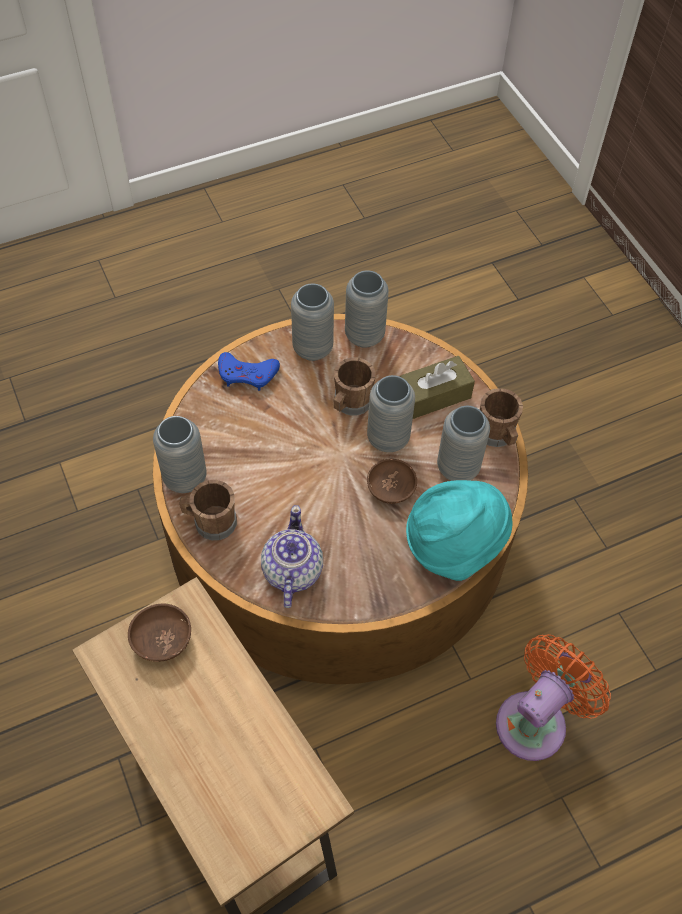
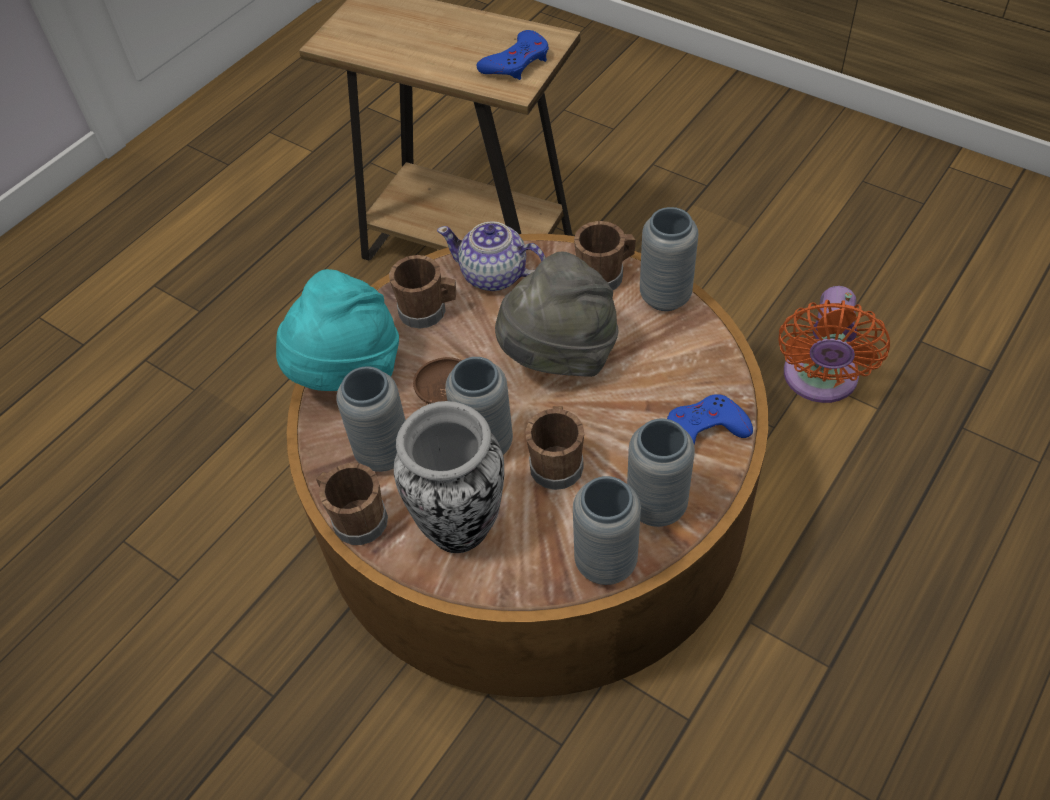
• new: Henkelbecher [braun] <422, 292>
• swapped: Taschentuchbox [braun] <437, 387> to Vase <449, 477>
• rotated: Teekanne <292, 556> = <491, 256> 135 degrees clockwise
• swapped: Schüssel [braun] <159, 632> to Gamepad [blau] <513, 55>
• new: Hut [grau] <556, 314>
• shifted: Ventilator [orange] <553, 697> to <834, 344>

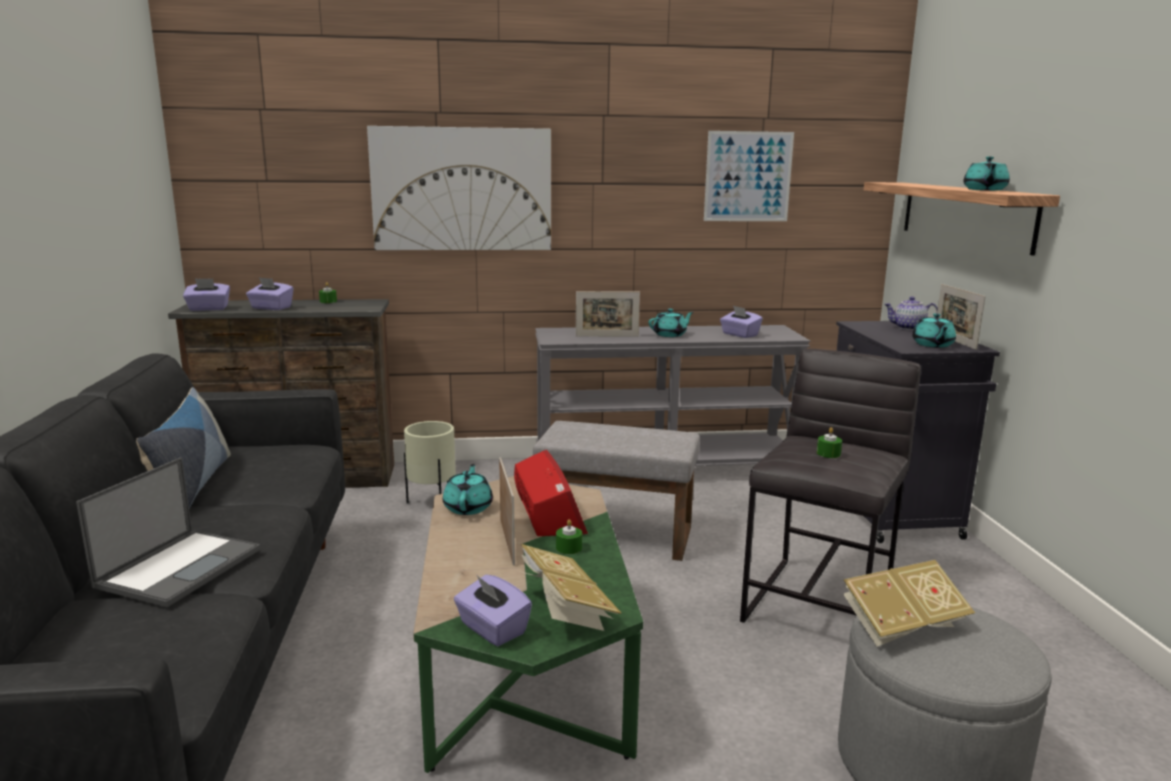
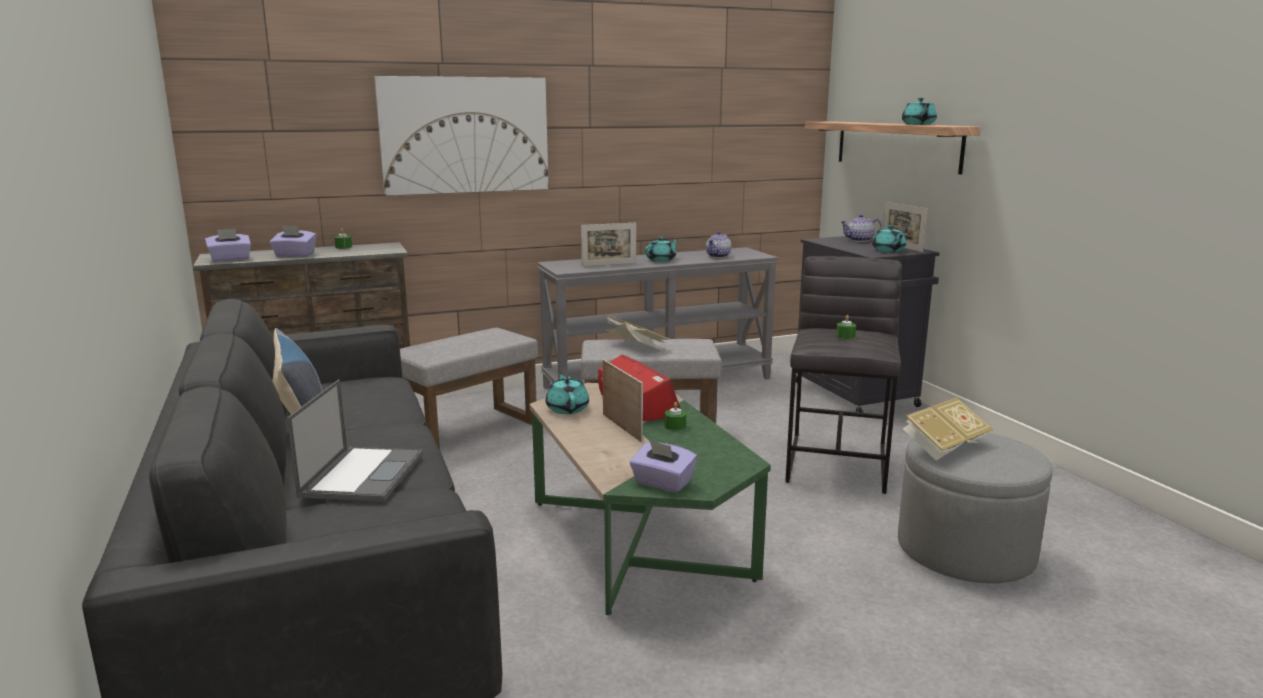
• swapped: Pflanzkübel [beige] <430, 462> to Polsterhocker [grau] <469, 389>
• shifted: Buch <571, 587> to <637, 333>
• swapped: Taschentuchbox [lila] <741, 322> to Teekanne <718, 244>
• gone: Bild <749, 176>

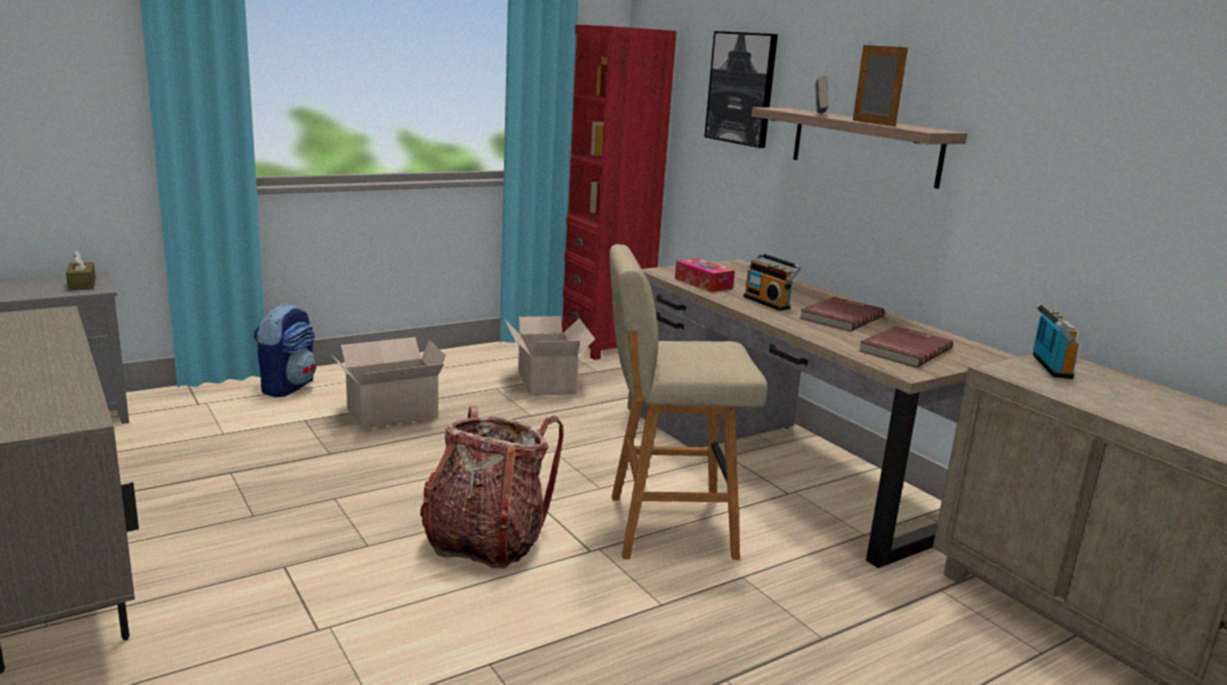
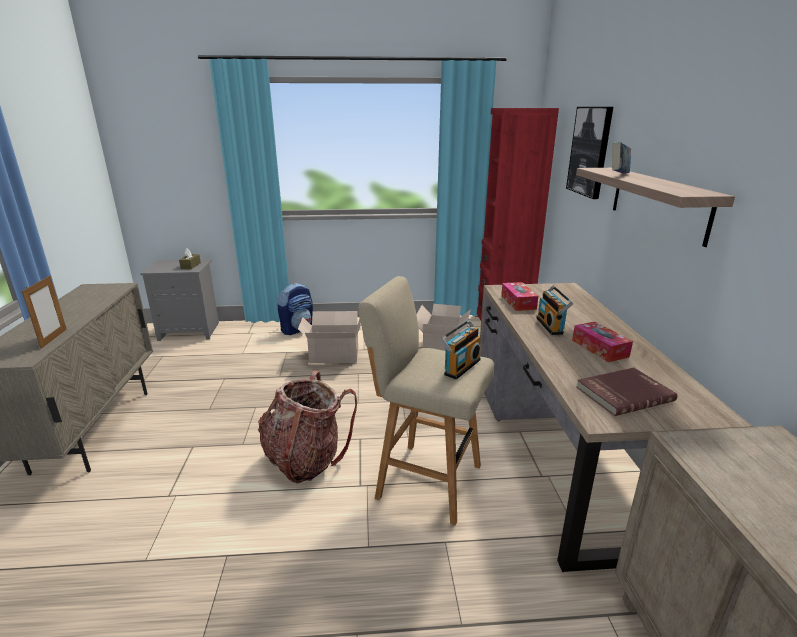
• shifted: Bilderrahmen <880, 85> to <44, 312>
• shifted: Radio <1056, 341> to <460, 349>
• swapped: Buch [rot] <842, 314> to Taschentuchbox <602, 342>

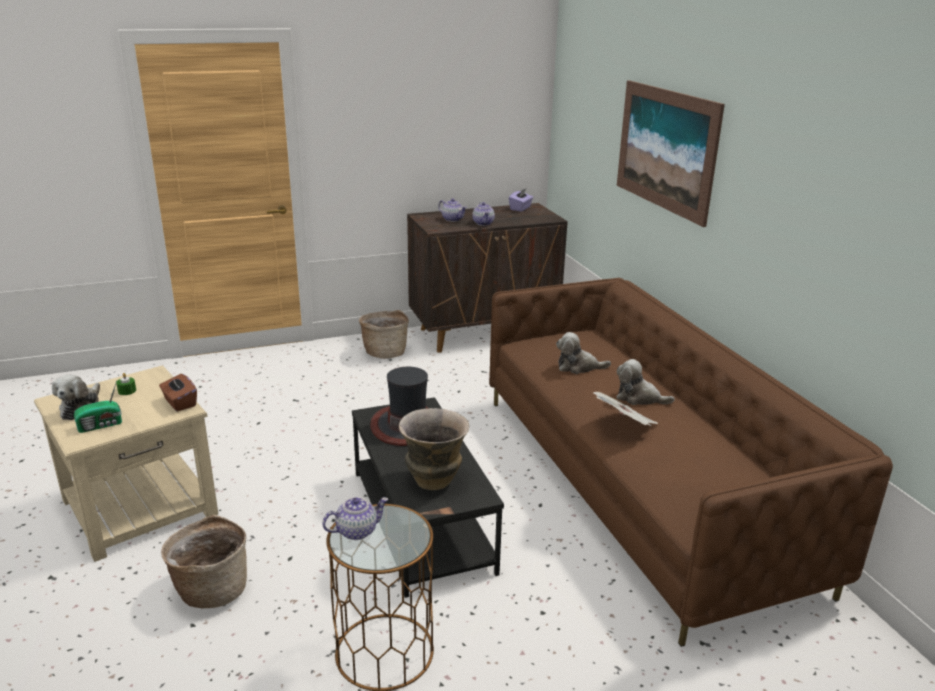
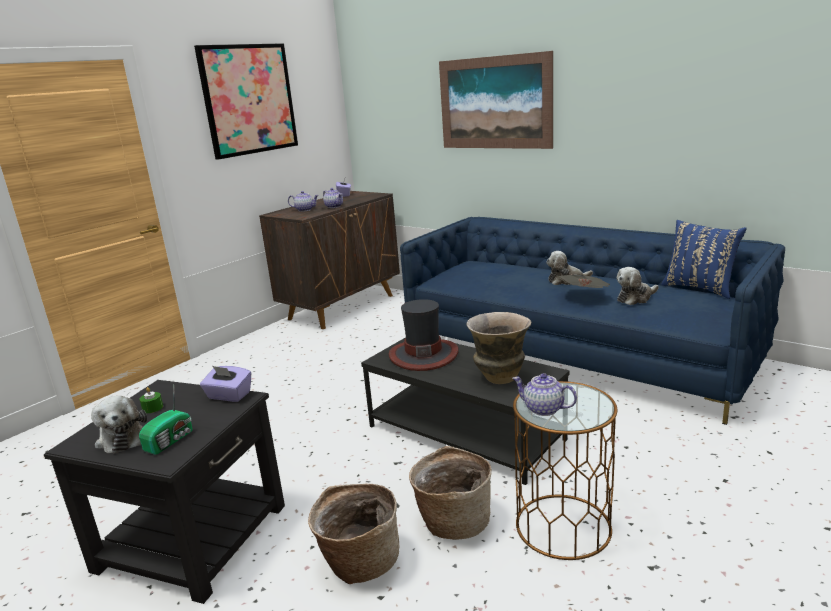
• repainted: Beistelltisch [beige] <126, 464> to Beistelltisch [schwarz] <164, 492>
• new: Bild <246, 101>
• repainted: Taschentuchbox [braun] <178, 392> to Taschentuchbox [lila] <225, 384>
• repainted: Sofa [braun] <691, 462> to Sofa [blau] <592, 321>
• shifted: Korb <384, 334> to <450, 493>
• rotated: Teekanne <355, 518> = <545, 394> 90 degrees counterclockwise
• shifted: Plüschtier <583, 353> to <637, 286>
• new: Kissen [blau] <704, 259>

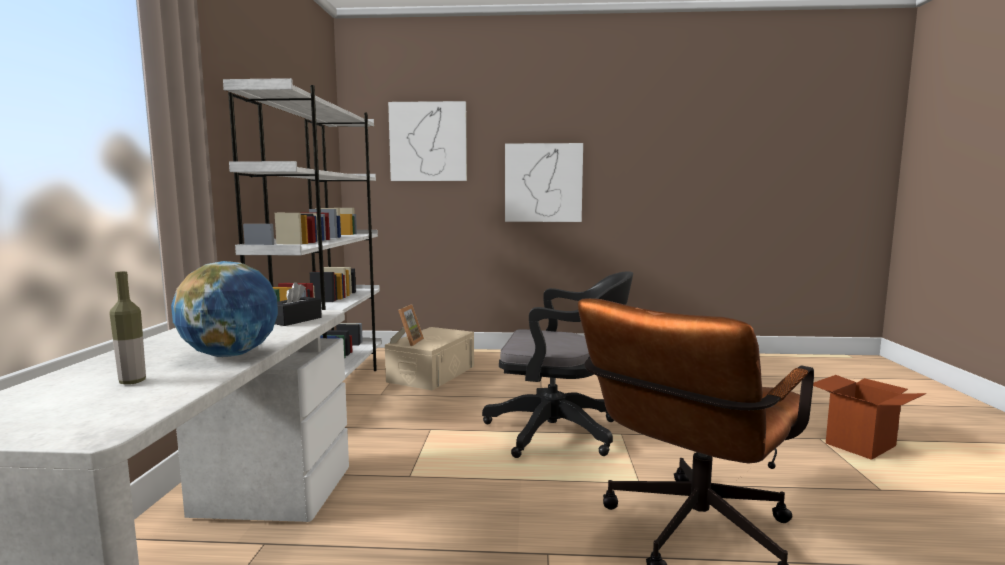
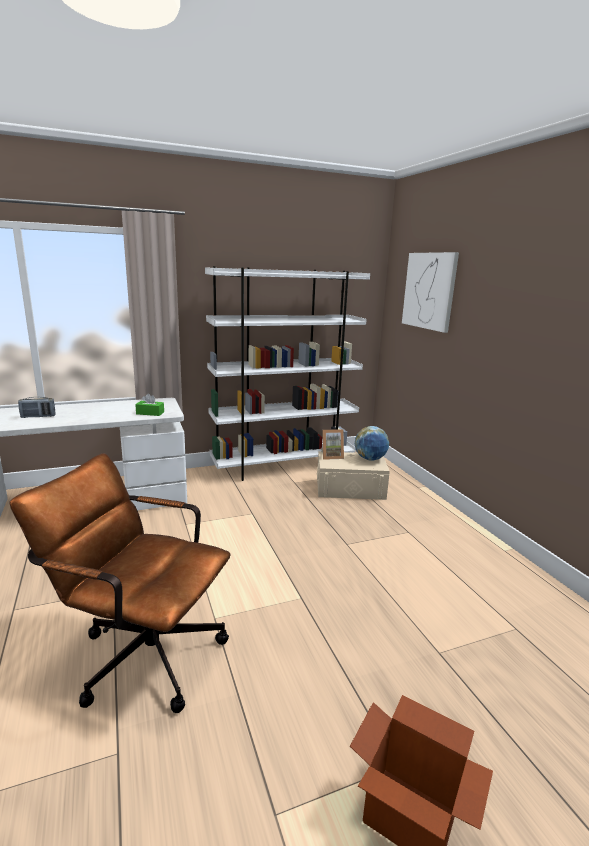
• swapped: Flasche <127, 328> to Radio <37, 407>
• repainted: Taschentuchbox [schwarz] <298, 304> to Taschentuchbox [grün] <149, 404>
• shifted: Globus <224, 309> to <372, 443>
• gone: Bürostuhl [schwarz] <557, 365>
• gone: Bild <544, 182>

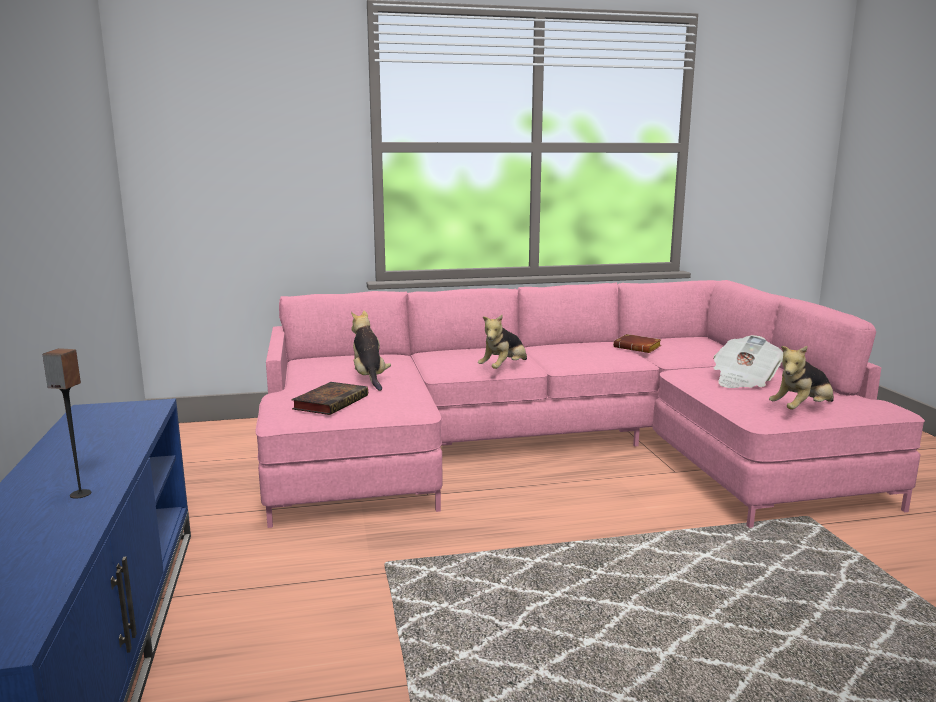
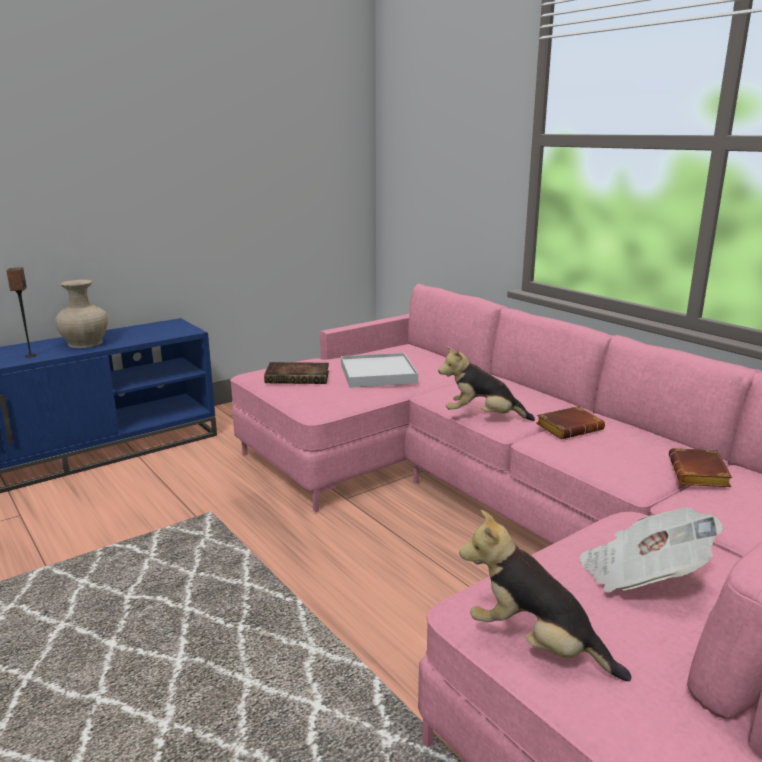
• new: Vase [beige] <81, 313>
• swapped: Plüschtier <371, 350> to Tablett [weiß] <379, 370>
• new: Buch [braun] <570, 422>

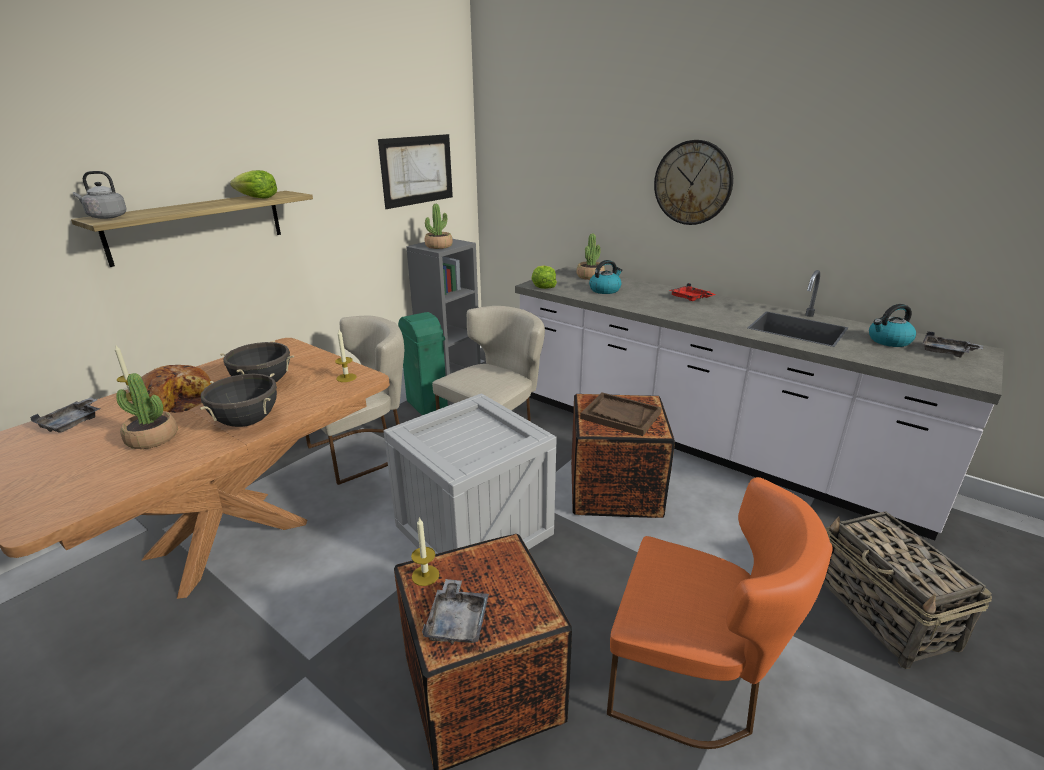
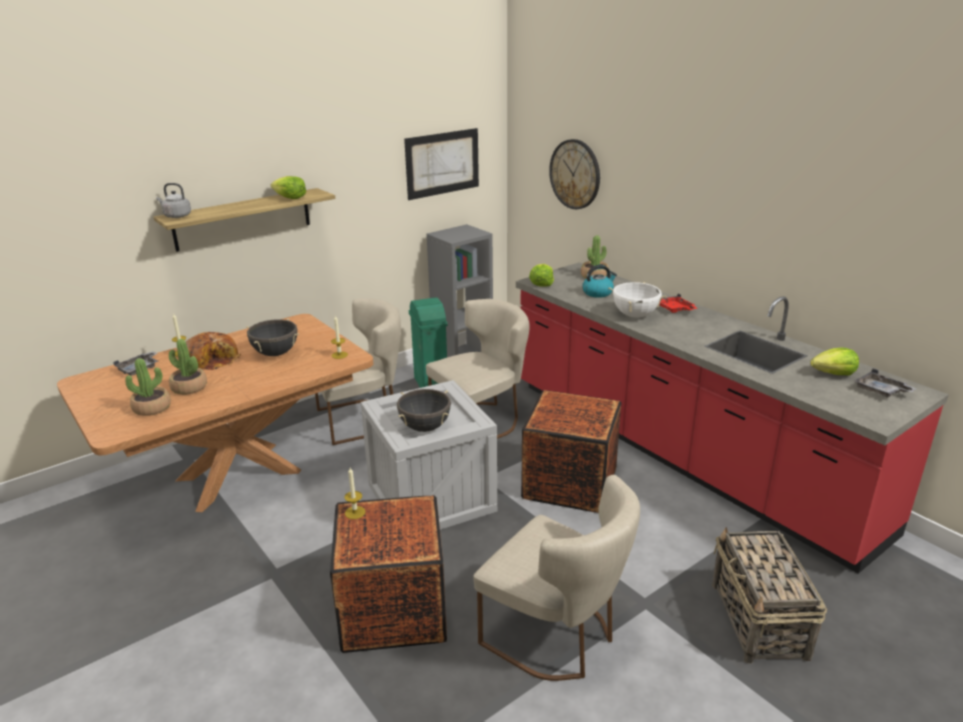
• shifted: Topfpflanze <439, 226> to <148, 387>
• shifted: Kochtopf [schwarz] <238, 400> to <424, 410>
• repainted: Stuhl [orange] <719, 613> to Stuhl [beige] <556, 578>
• repainted: Küchenzeile [weiß] <759, 403> to Küchenzeile [rot] <732, 418>
• shifted: Wanduhr <693, 182> to <574, 174>
• new: Kochtopf [weiß] <637, 300>
• swapped: Wasserkessel <892, 325> to Salatkopf <834, 362>
• gone: Tablett [grau] <455, 611>
• gone: Tablett [braun] <621, 414>

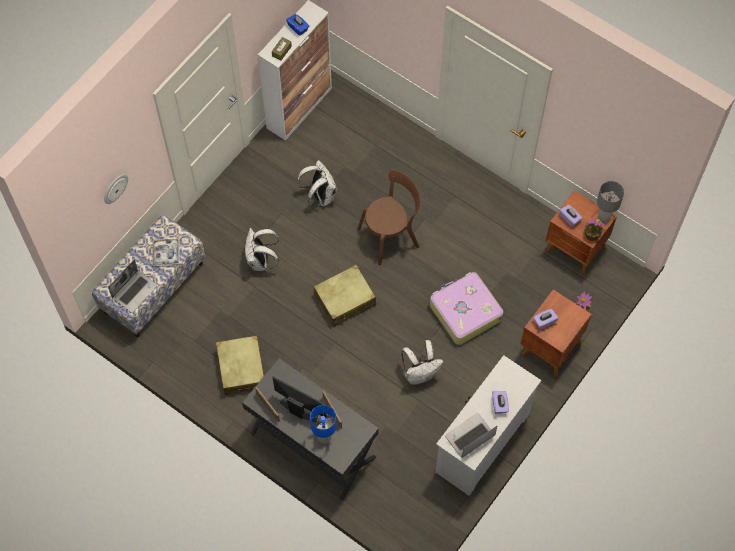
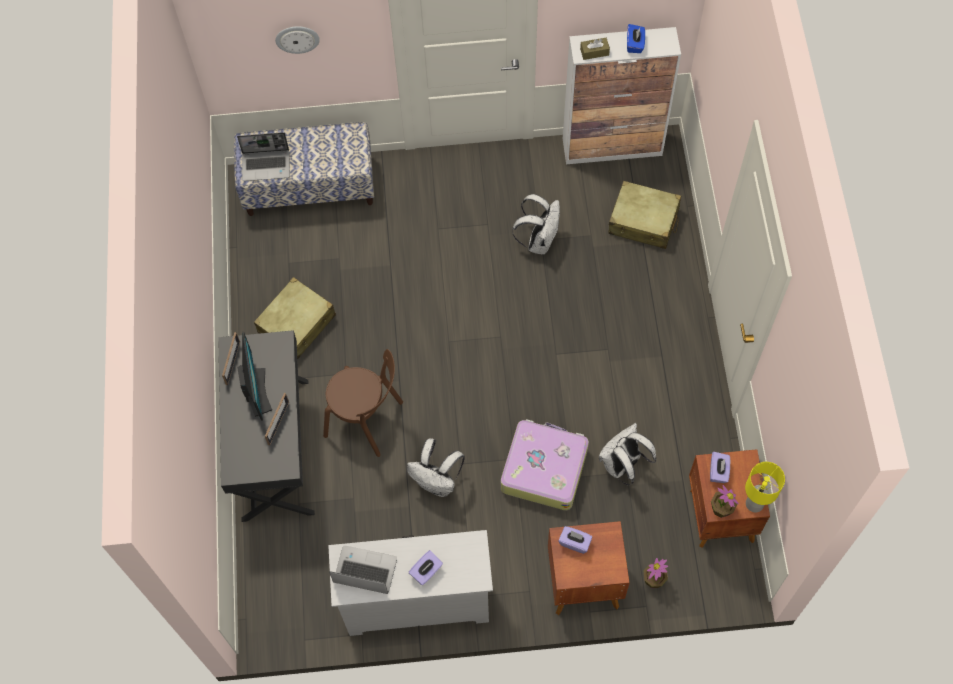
• shifted: Stuhl [braun] <389, 217> to <363, 403>
• shifted: Rucksack [weiß] <262, 249> to <628, 454>
• shifted: Koffer [beige] <345, 295> to <645, 215>
• repainted: Tischlampe [grau] <610, 202> to Tischlampe [gelb] <765, 487>
• gone: Tablett <166, 252>
• gone: Tischlampe [blau] <323, 424>

